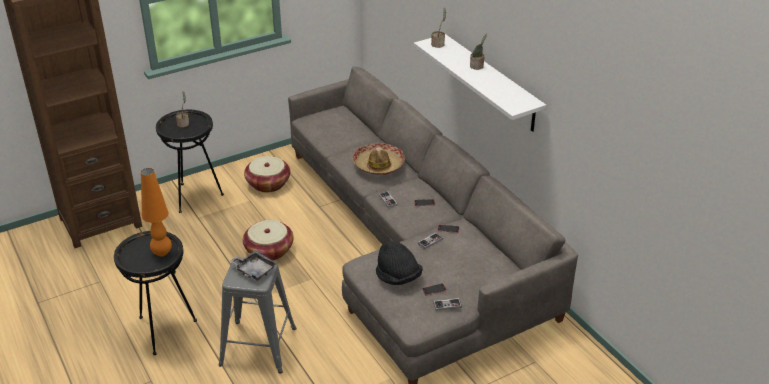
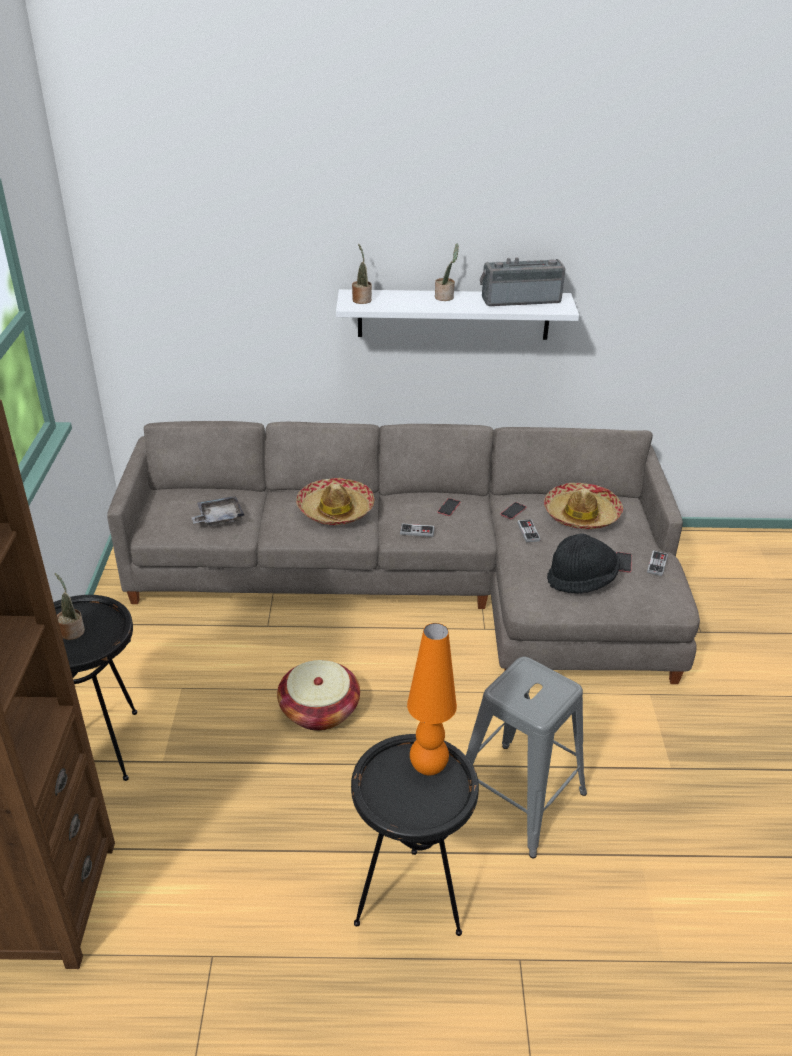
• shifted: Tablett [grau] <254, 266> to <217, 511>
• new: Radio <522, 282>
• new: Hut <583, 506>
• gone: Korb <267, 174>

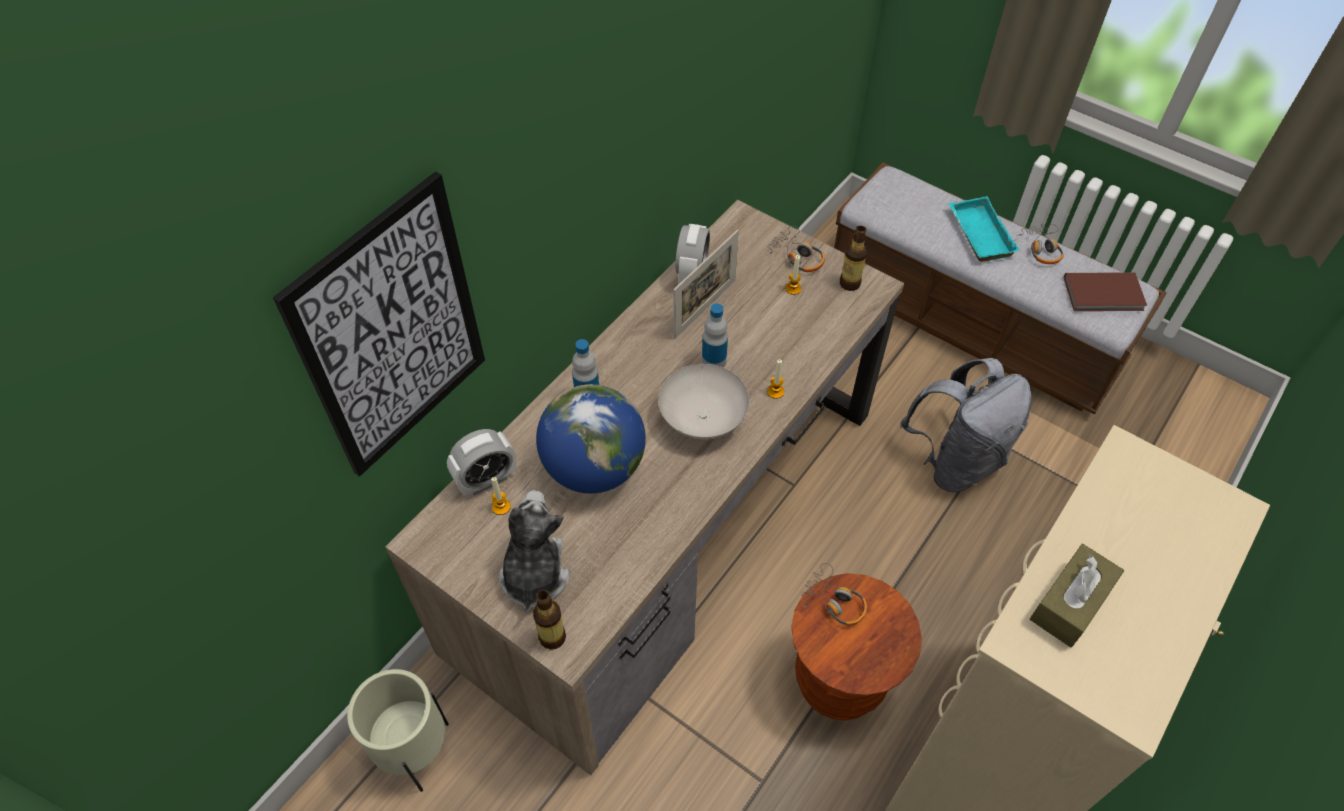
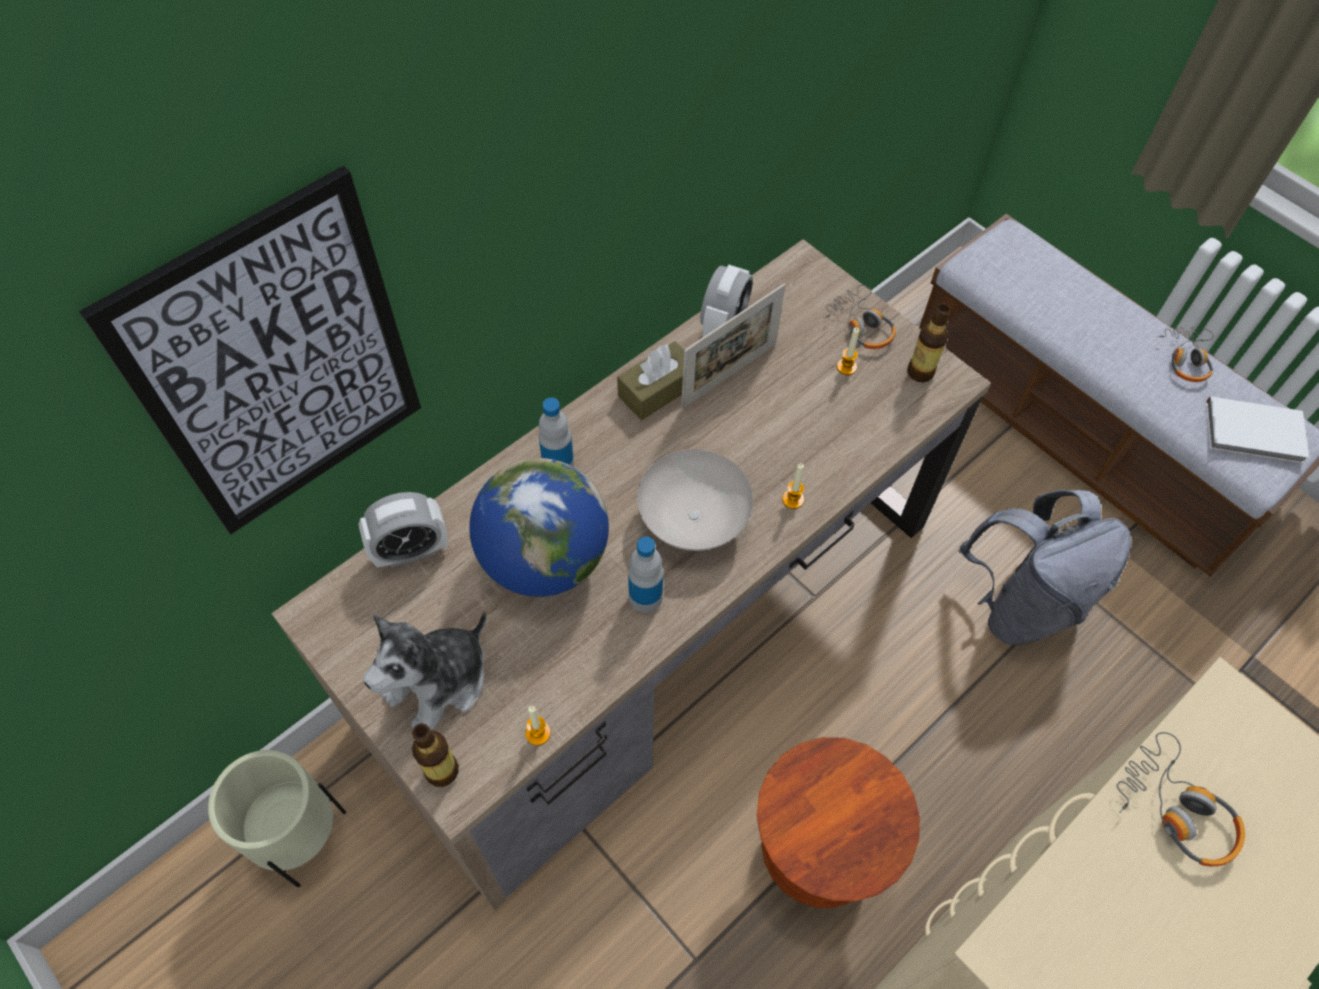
• rotated: Plüschtier <534, 551> = <424, 670> 150 degrees counterclockwise
• shifted: Kerze <501, 496> to <538, 725>
• shifted: Taschentuchbox [braun] <1077, 595> to <650, 380>
• shifted: Flasche <715, 335> to <645, 575>
• shifted: Kopfhörer <834, 594> to <1181, 799>
• repainted: Buch [braun] <1105, 291> to Buch [weiß] <1257, 430>
• gone: Tablett [türkis] <984, 229>

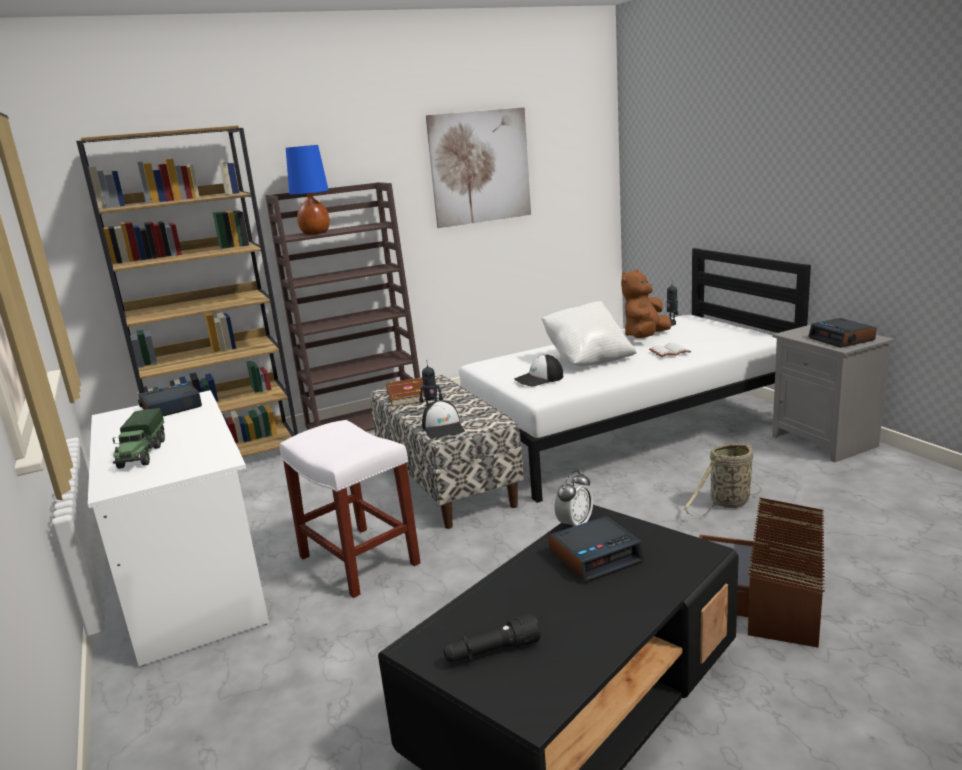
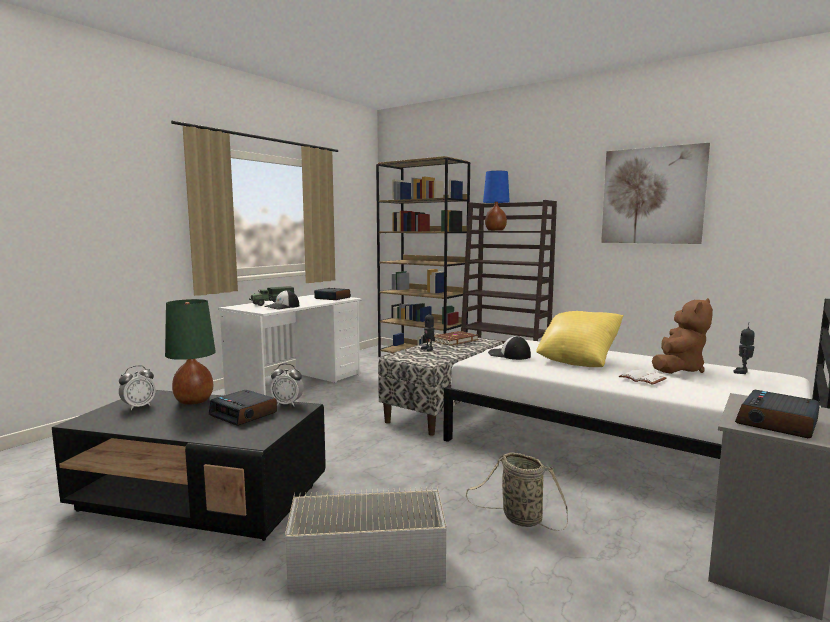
• swapped: Taschenlampe [schwarz] <492, 638> to Wecker <137, 387>
• new: Tischlampe [grün] <190, 352>
• shifted: Kappe <443, 419> to <281, 299>
• repainted: Aufbewahrungsbox [braun] <762, 572> to Aufbewahrungsbox [grau] <365, 540>
• repainted: Kissen [weiß] <589, 333> to Kissen [gelb] <580, 339>
• rotated: Plüschtier [braun] <646, 303> = <682, 336> 120 degrees clockwise
• gone: Hocker [weiß] <350, 509>

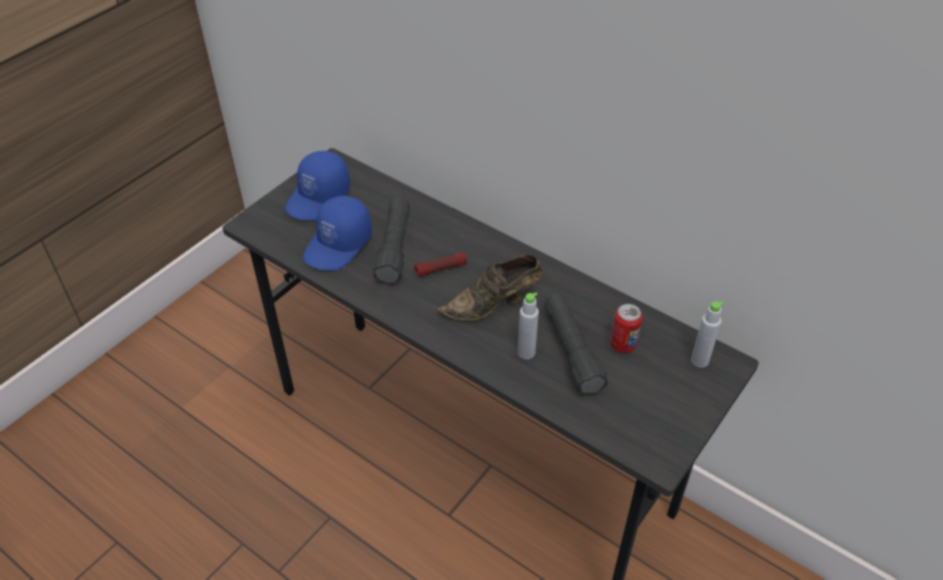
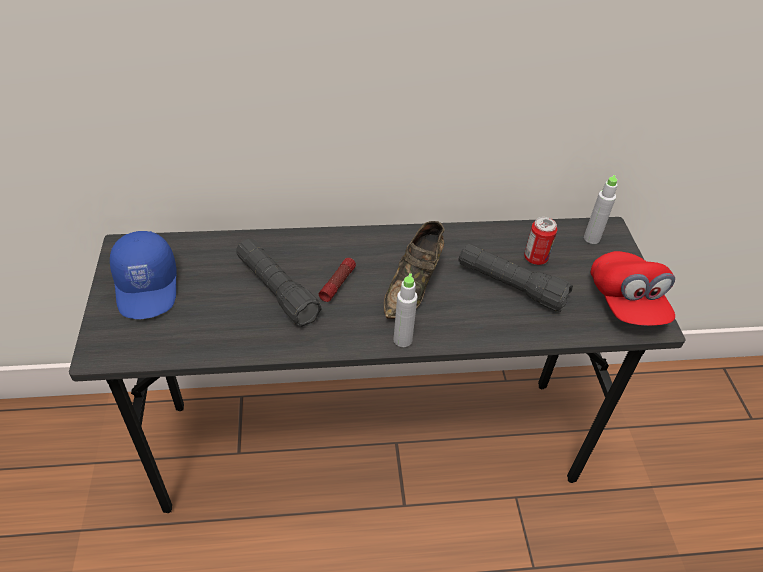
• shifted: Flasche [grau] <528, 325> to <405, 310>
• new: Kappe [rot] <633, 288>
• gone: Kappe [blau] <337, 233>

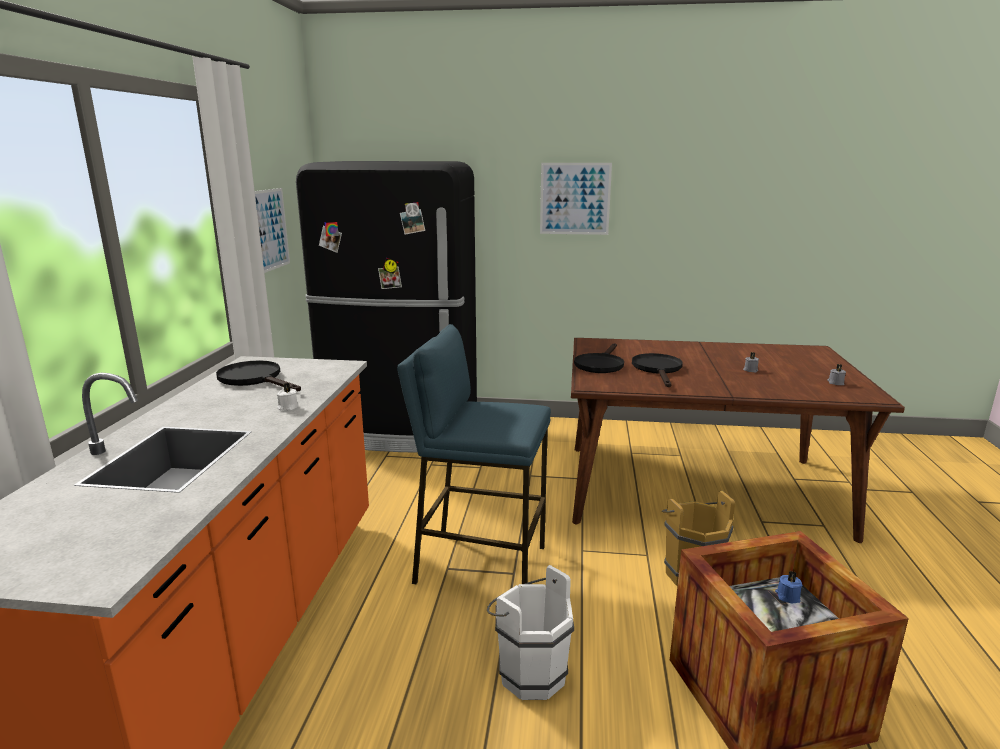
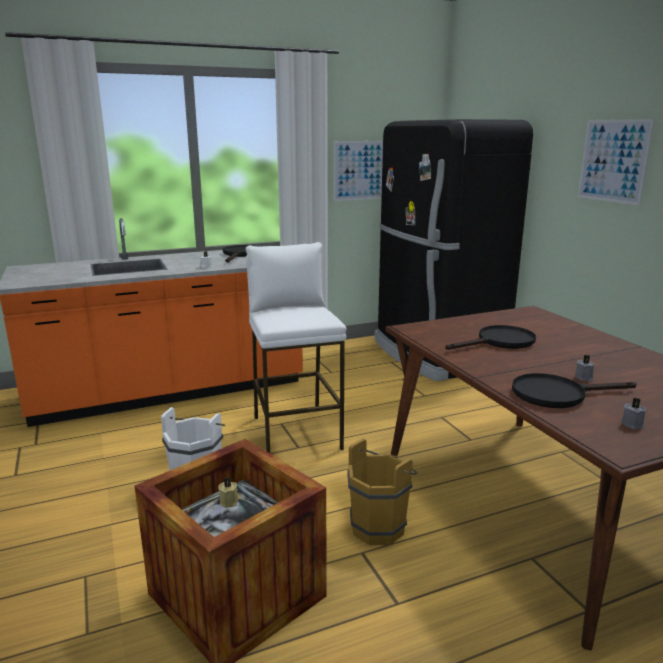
• repainted: Kerze [blau] <788, 587> to Kerze [beige] <228, 492>
• repainted: Hocker [blau] <474, 454> to Hocker [weiß] <296, 347>
• shifted: Pfanne [schwarz] <599, 358> to <574, 390>

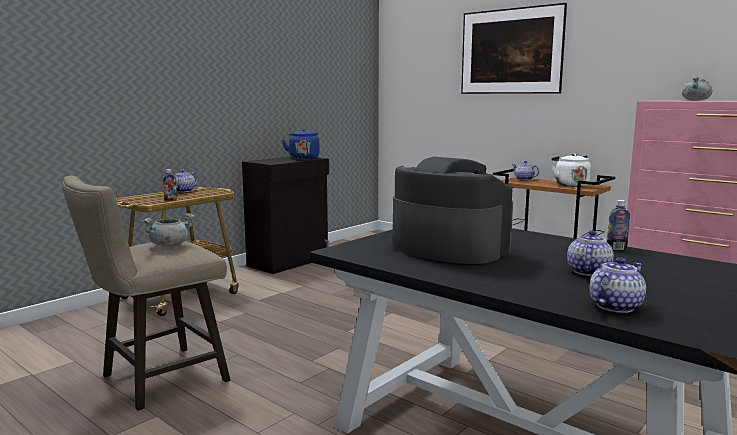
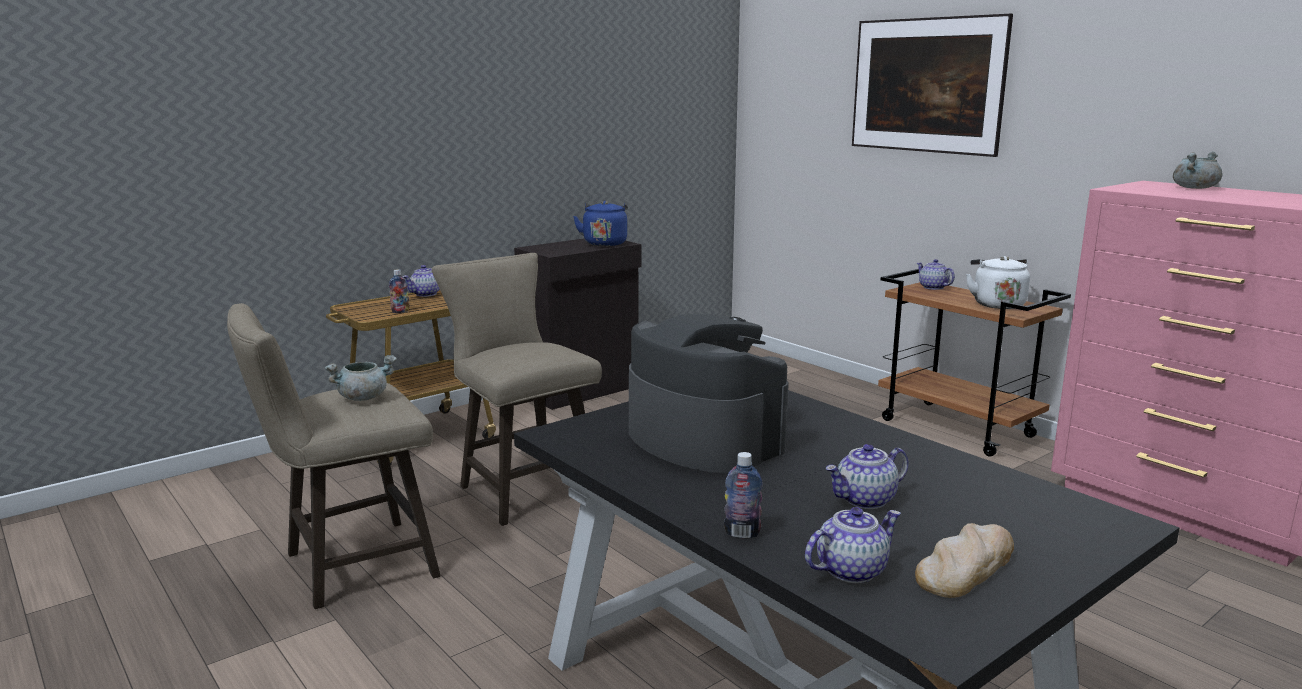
• new: Hocker [beige] <517, 389>
• shifted: Flasche <618, 225> to <743, 495>
• rotated: Teekanne <590, 253> = <867, 476> 150 degrees counterclockwise
• new: Brot <964, 560>

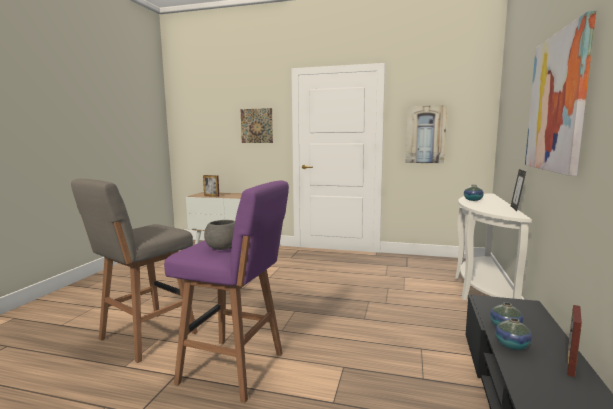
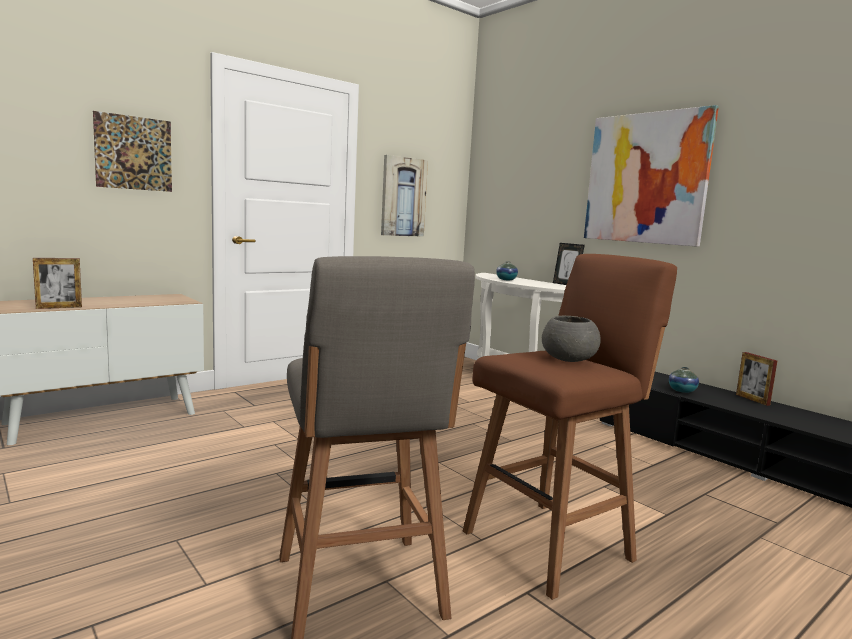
• repainted: Hocker [lila] <226, 292> to Hocker [braun] <570, 427>
• gone: Vase <513, 334>

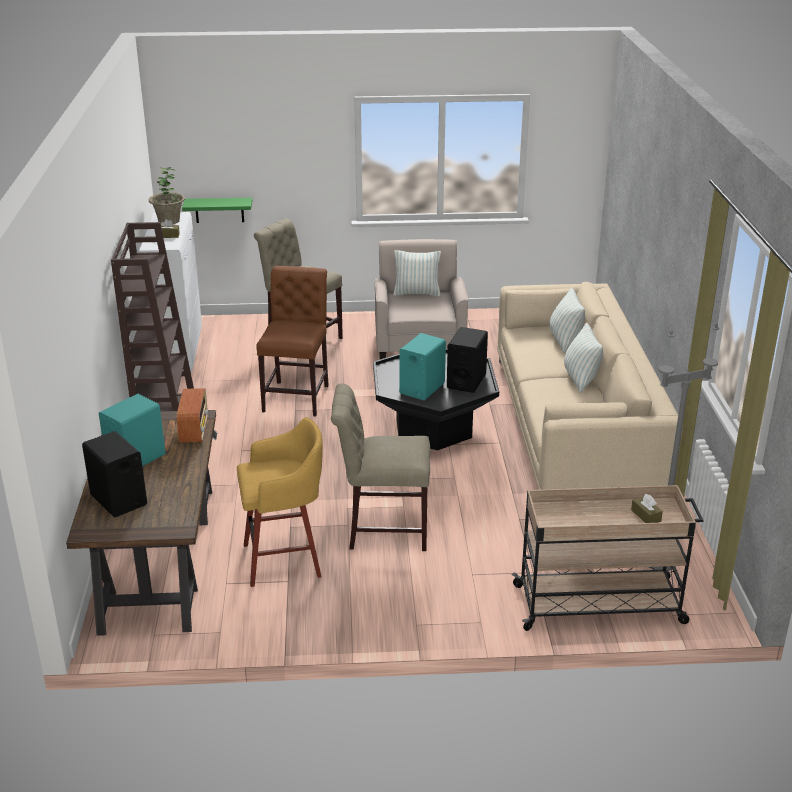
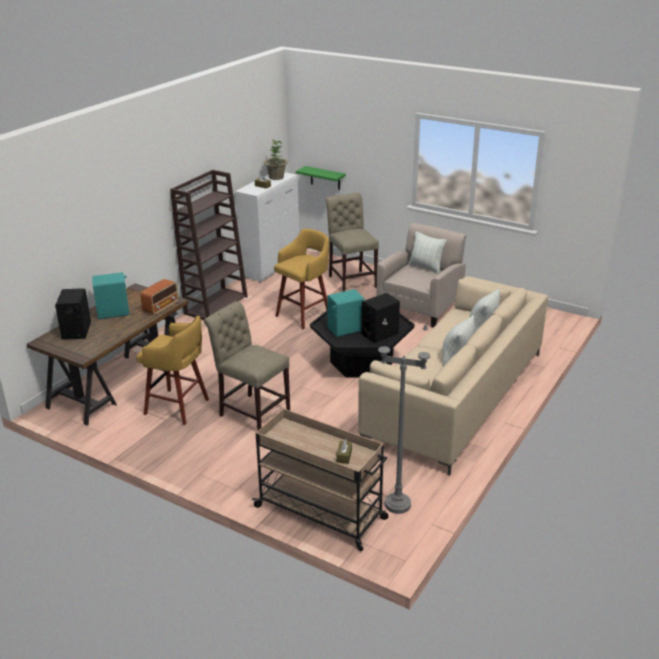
• swapped: Stuhl [braun] <292, 341> to Hocker [gelb] <301, 279>

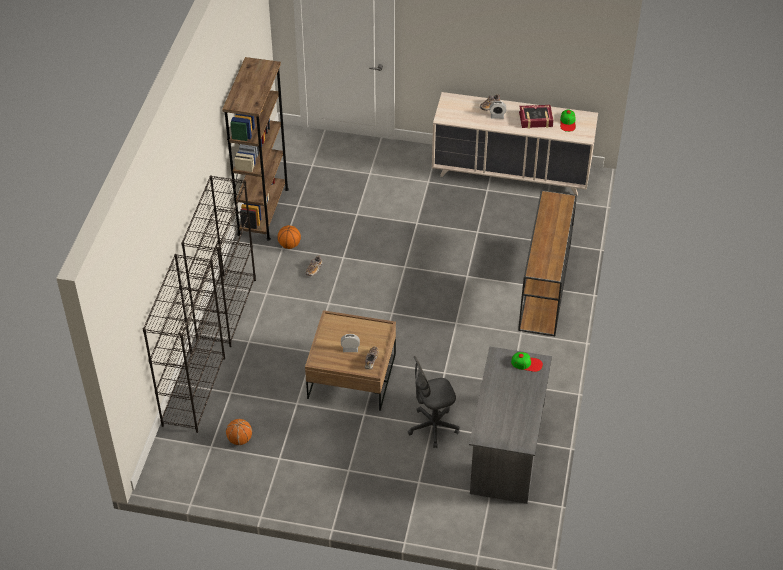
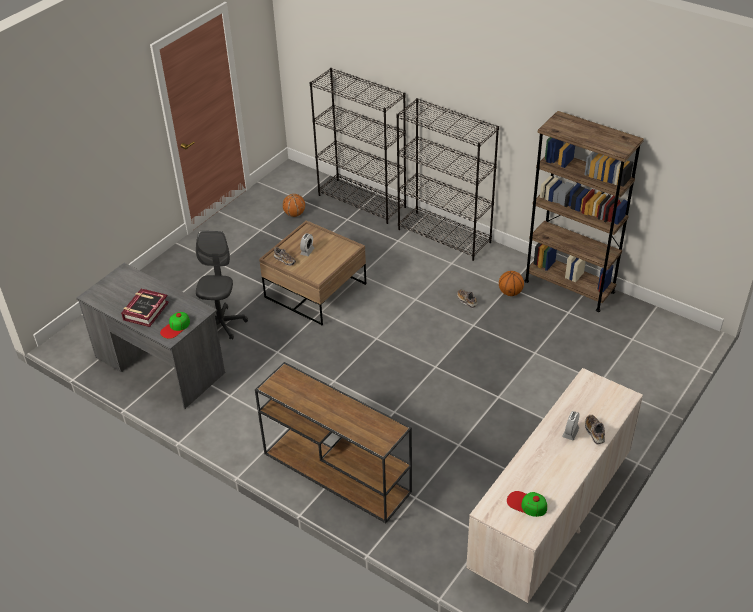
• shifted: Buch <536, 116> to <145, 307>

